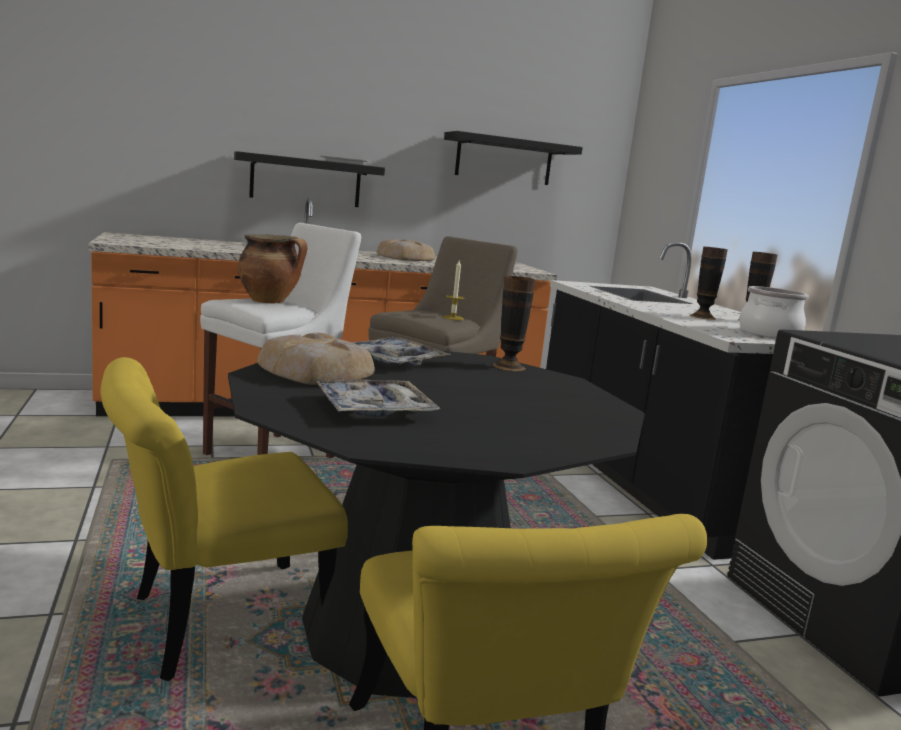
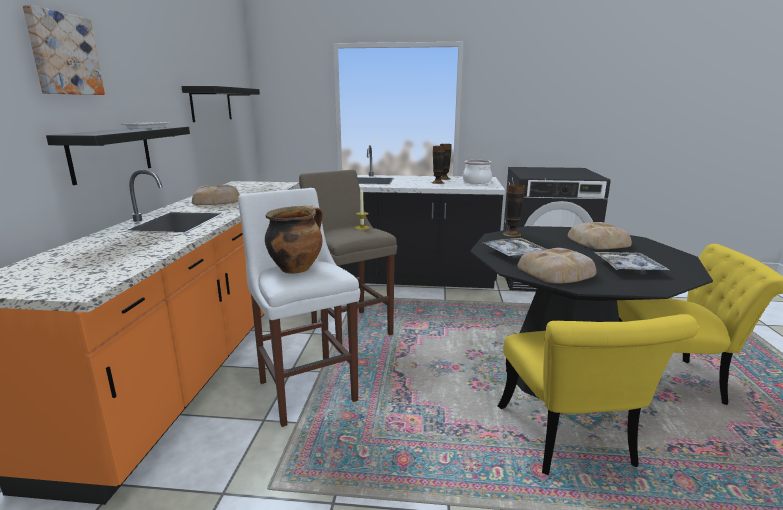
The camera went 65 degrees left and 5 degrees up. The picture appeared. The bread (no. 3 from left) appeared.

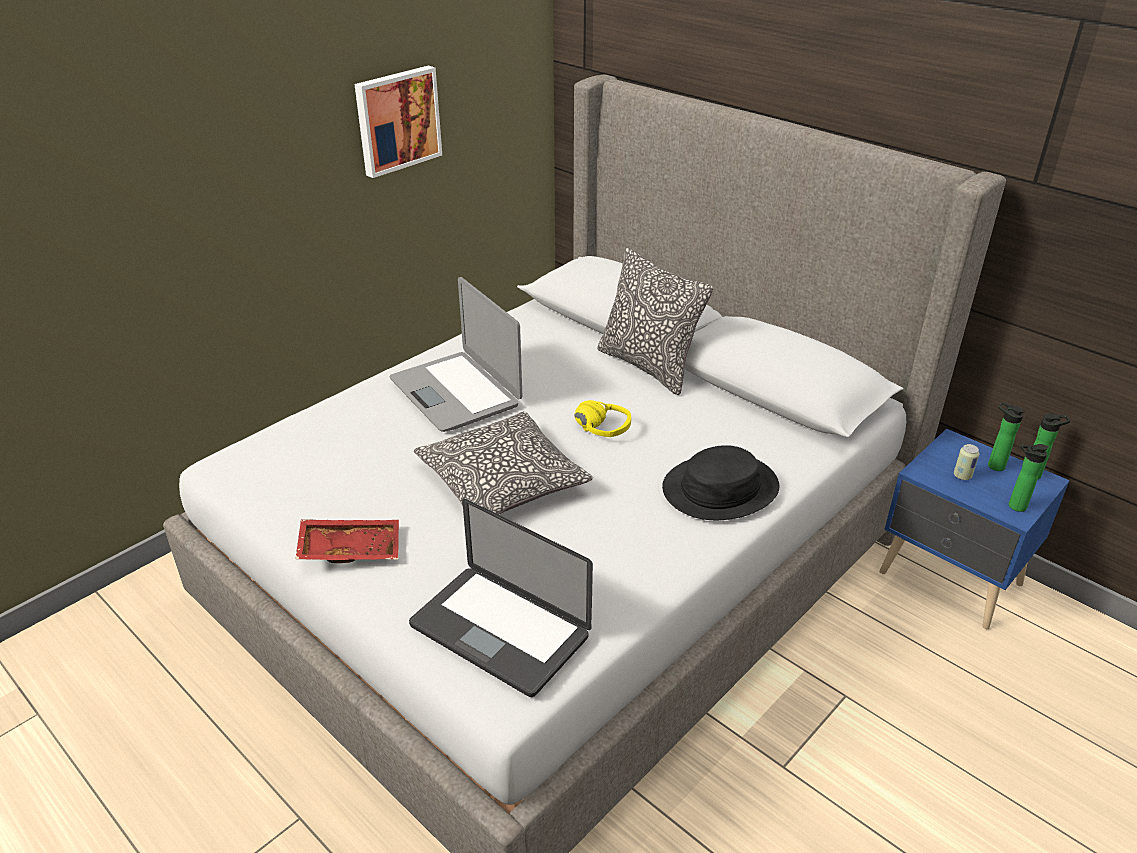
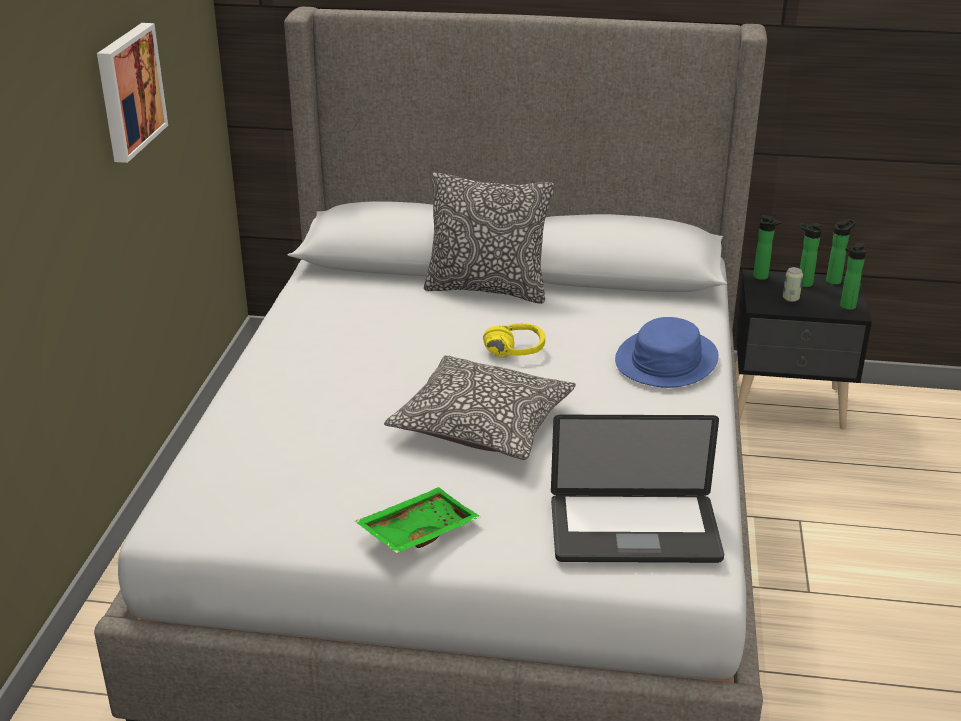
The camera went 35 degrees left and 5 degrees down. The tray/red became the tray/green. The hat/black became the hat/blue. The nightstand/blue became the nightstand/black. The bottle (no. 1 from left) appeared. The laptop (no. 1 from left) disappeared.

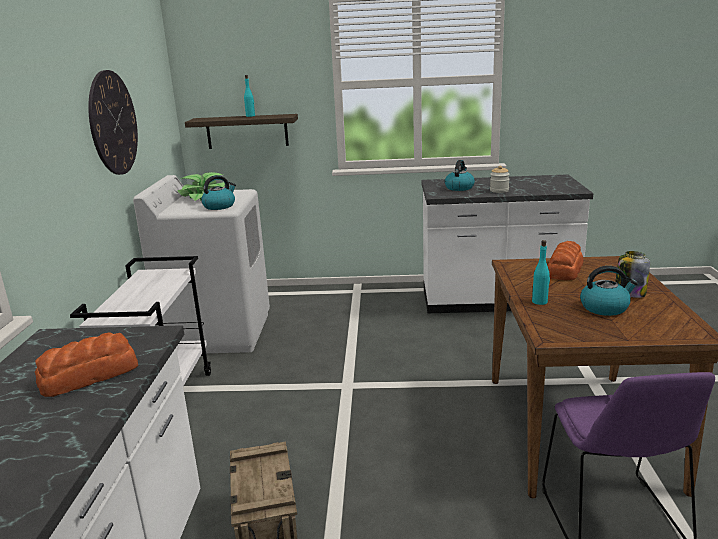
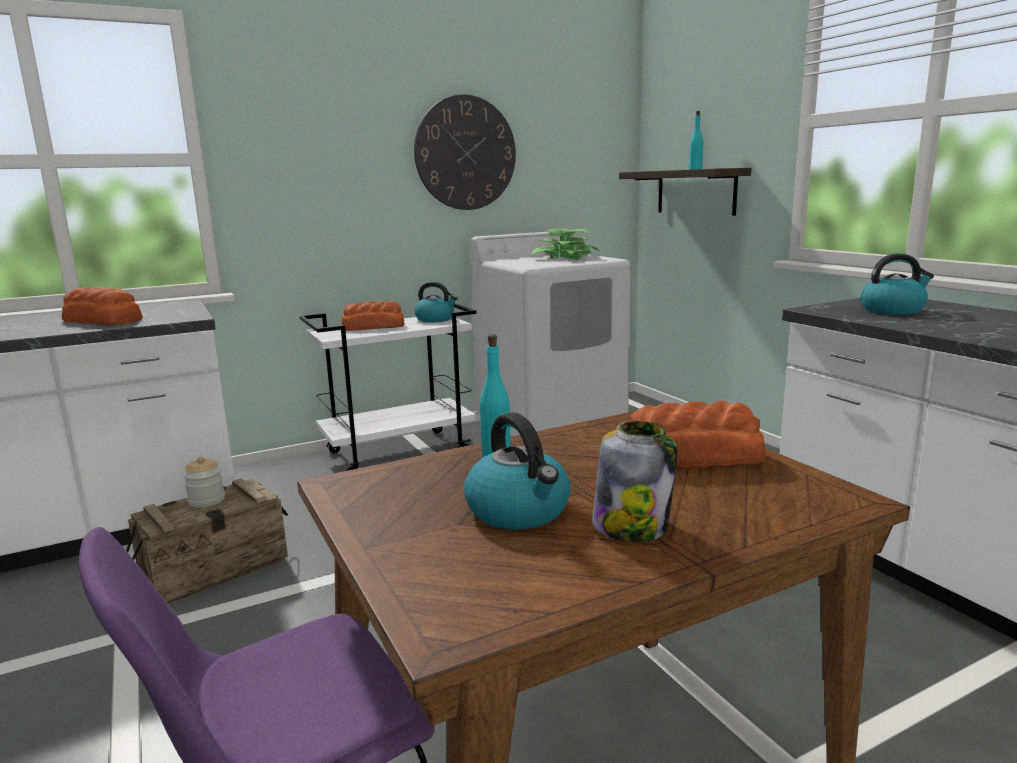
The camera went 60 degrees right and 5 degrees down. The jar (no. 1 from left) moved. The bread (no. 2 from left) appeared. The kettle (no. 1 from left) moved.

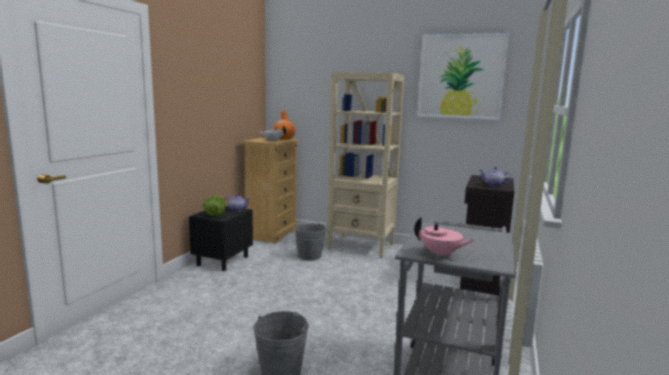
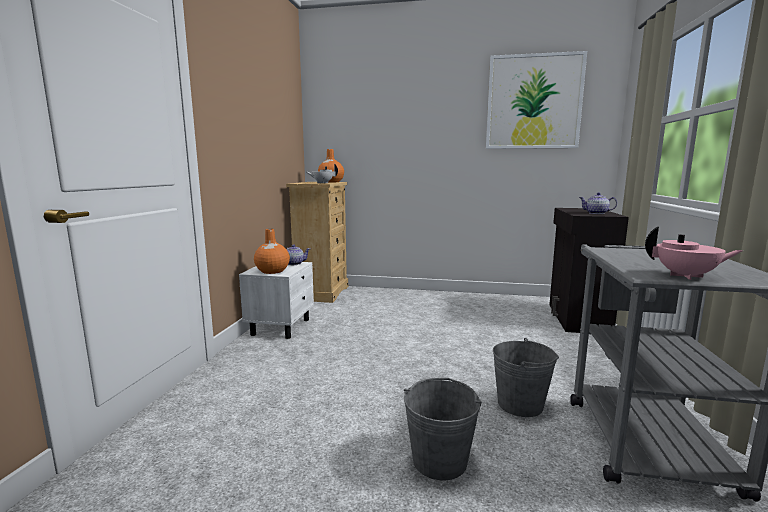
The camera went 10 degrees left and 0 degrees up. The nightstand/black became the nightstand/white. The lettuce was replaced by the vase/orange (no. 1 from left). The bucket/grey (no. 2 from left) moved. The bookcase/beige disappeared.

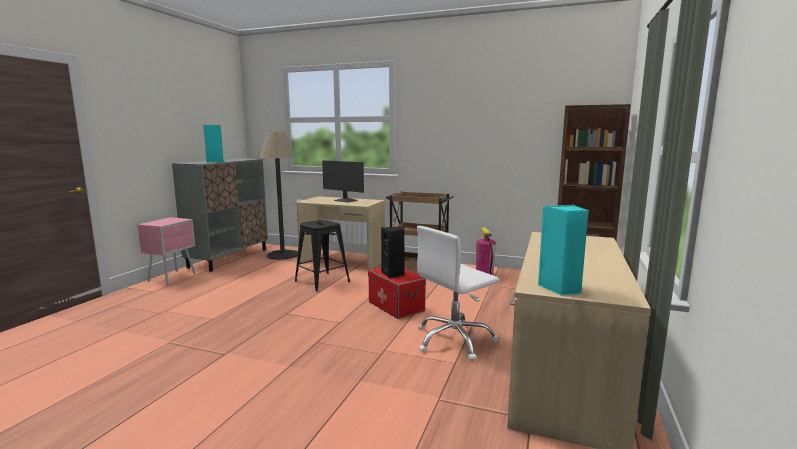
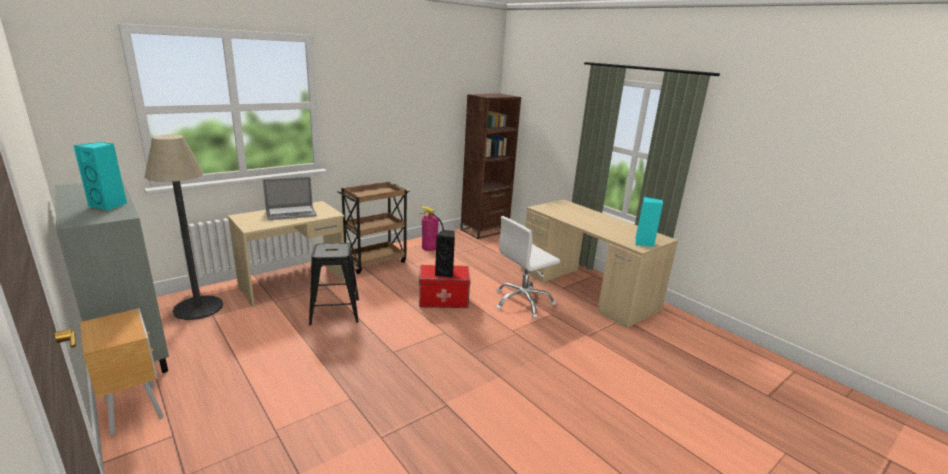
The camera went 60 degrees left and 10 degrees up. The nightstand/pink became the nightstand/brown. The monitor was replaced by the laptop. The office chair/white turned 60 degrees clockwise.

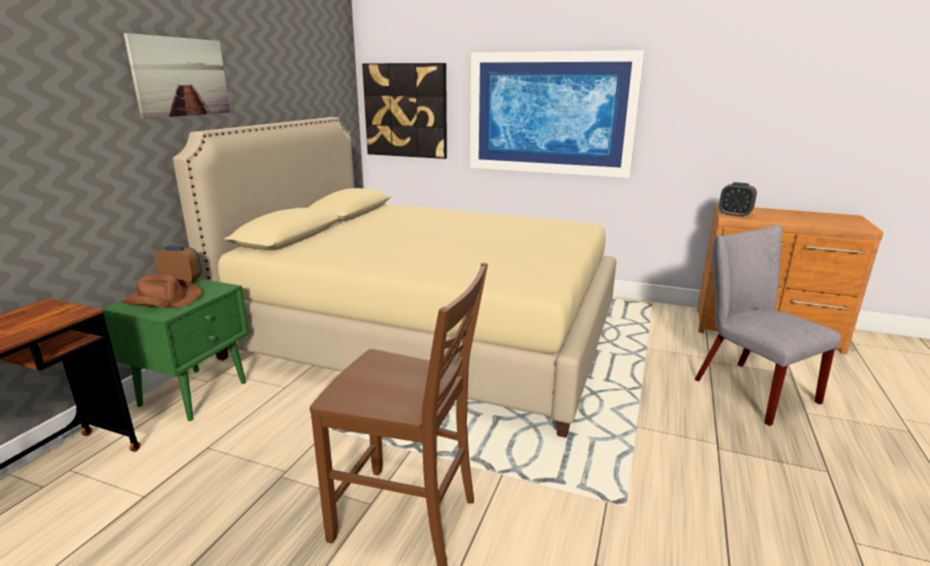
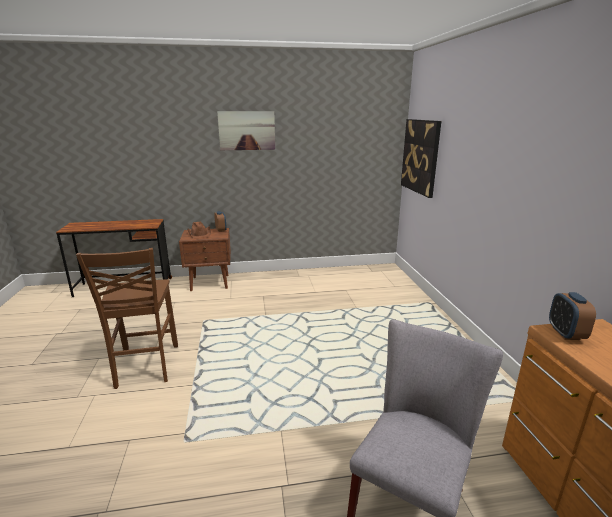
The camera went 60 degrees right and 0 degrees up. The nightstand/green became the nightstand/brown. The bed/beige disappeared. The picture (no. 3 from left) disappeared.

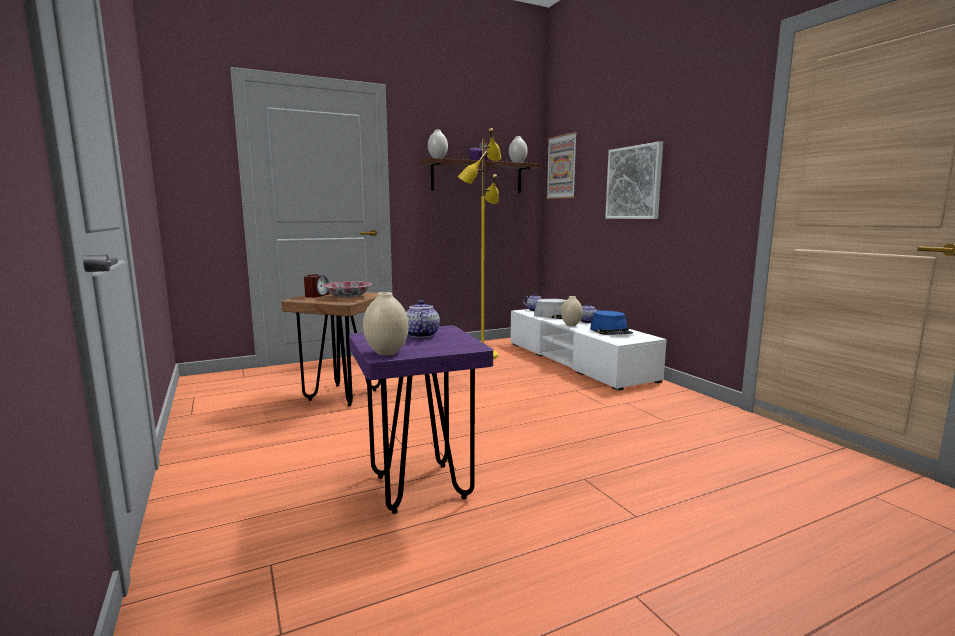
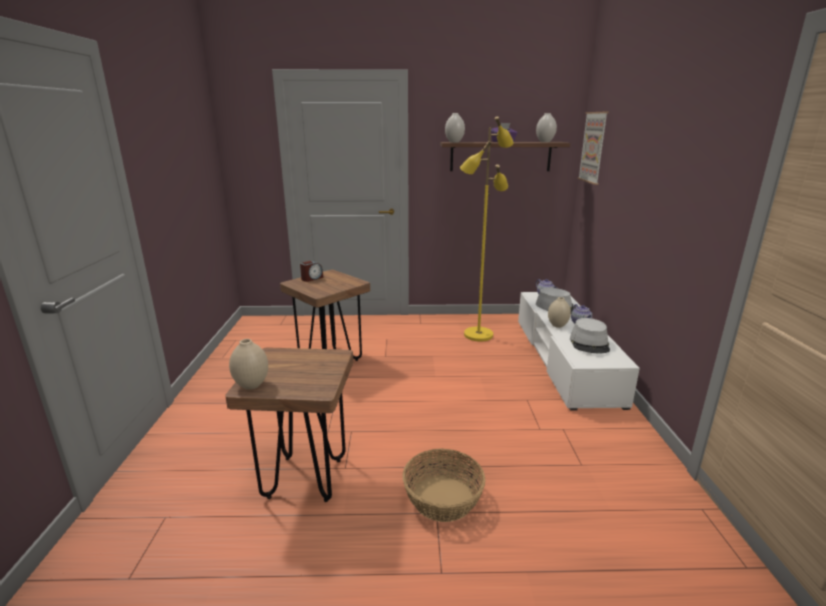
The camera went 25 degrees right and 10 degrees up. The stool/purple became the stool/brown (no. 1 from left). The basket appeared. The hat/blue became the hat/grey (no. 2 from left). The bowl disappeared. The teapot (no. 1 from left) disappeared. The picture (no. 2 from left) disappeared.

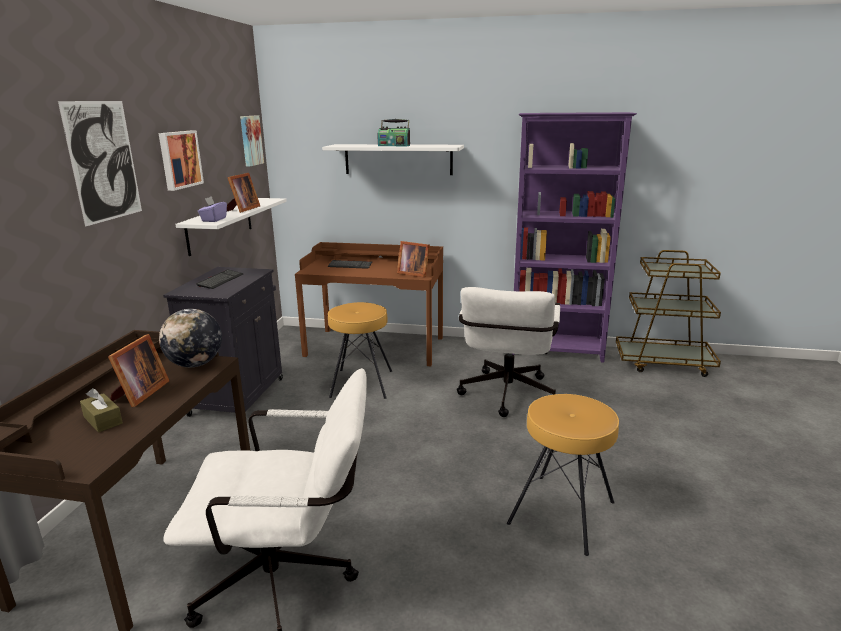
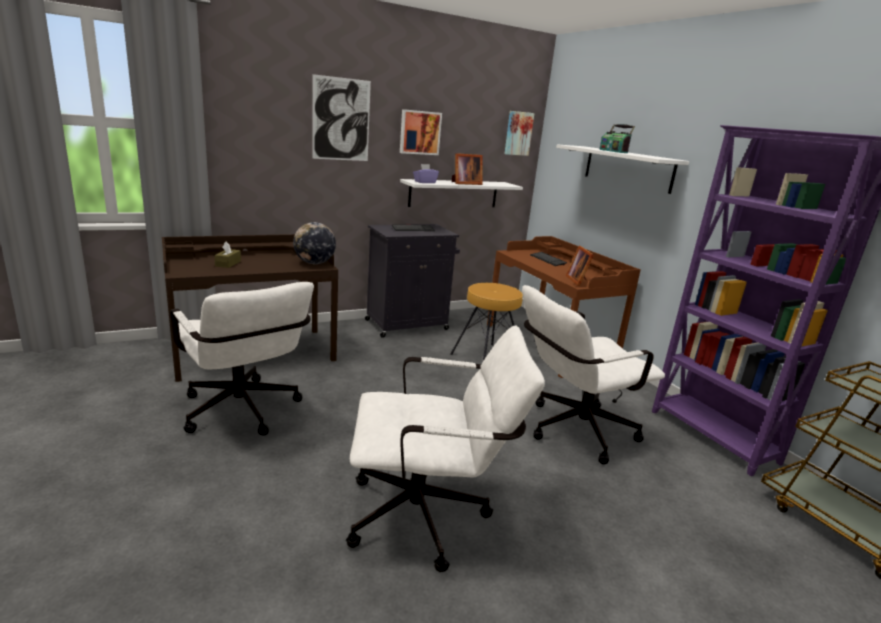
The camera went 50 degrees right and 0 degrees up. The stool/brown (no. 2 from left) was replaced by the office chair/white (no. 2 from left). The picture frame (no. 1 from left) disappeared.

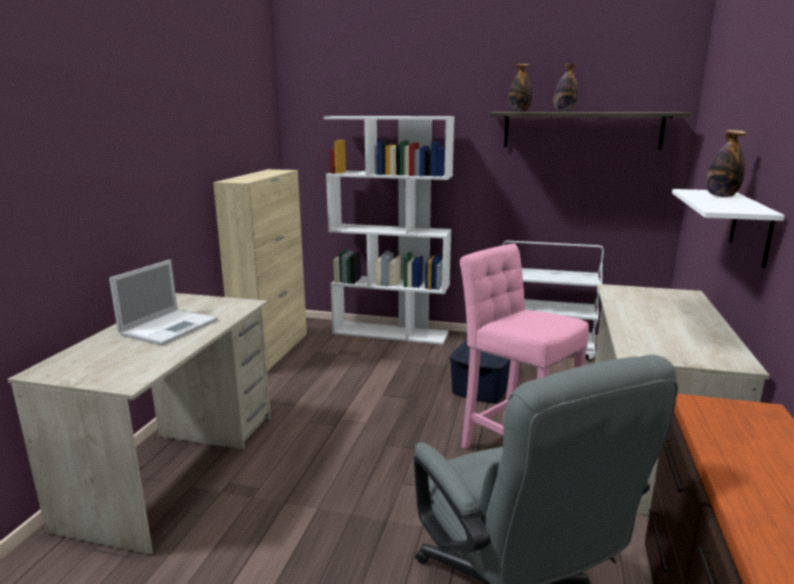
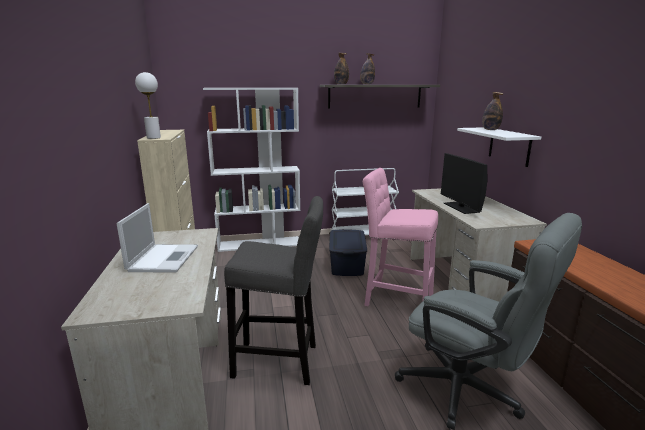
The camera went 25 degrees left and 0 degrees up. The table lamp/white appeared. The stool/grey appeared. The monitor appeared.

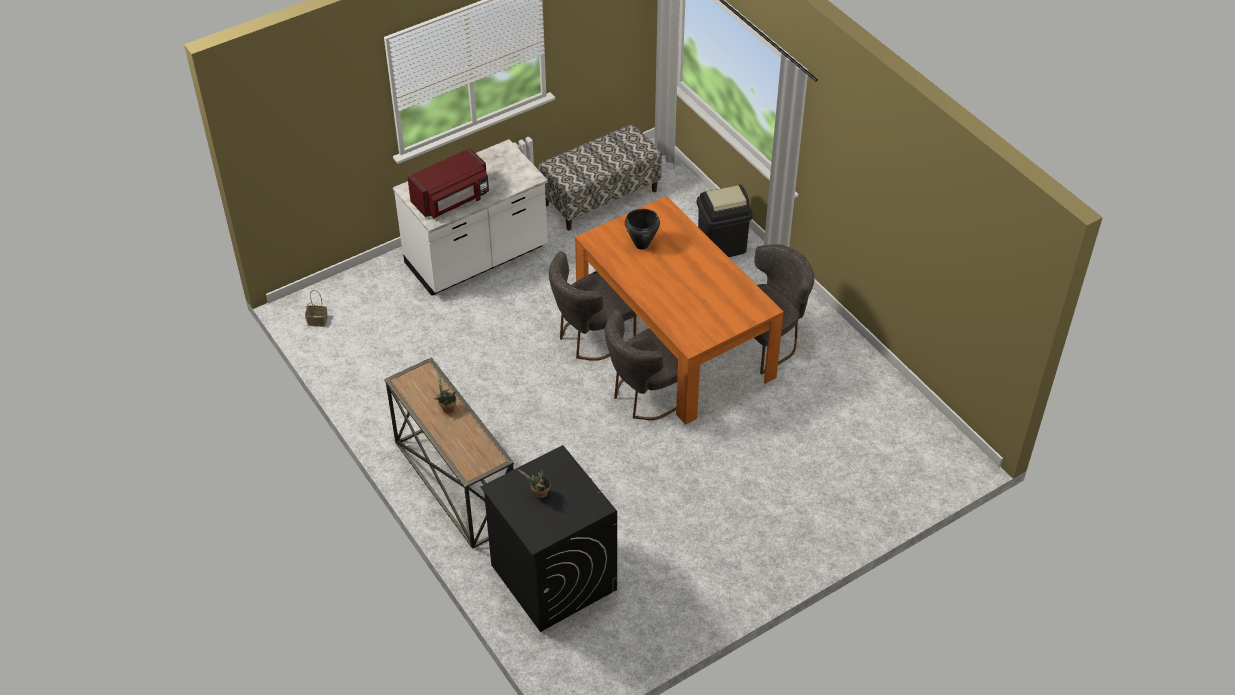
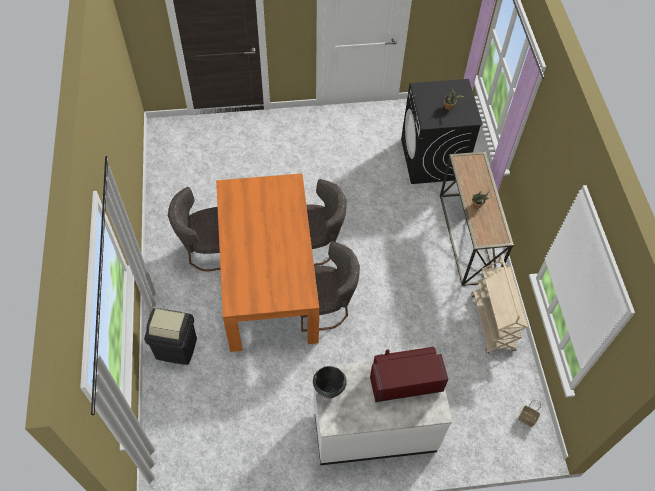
The camera went 155 degrees left and 10 degrees up. The cooking pot/black moved. The cart/beige appeared. The bench disappeared.

